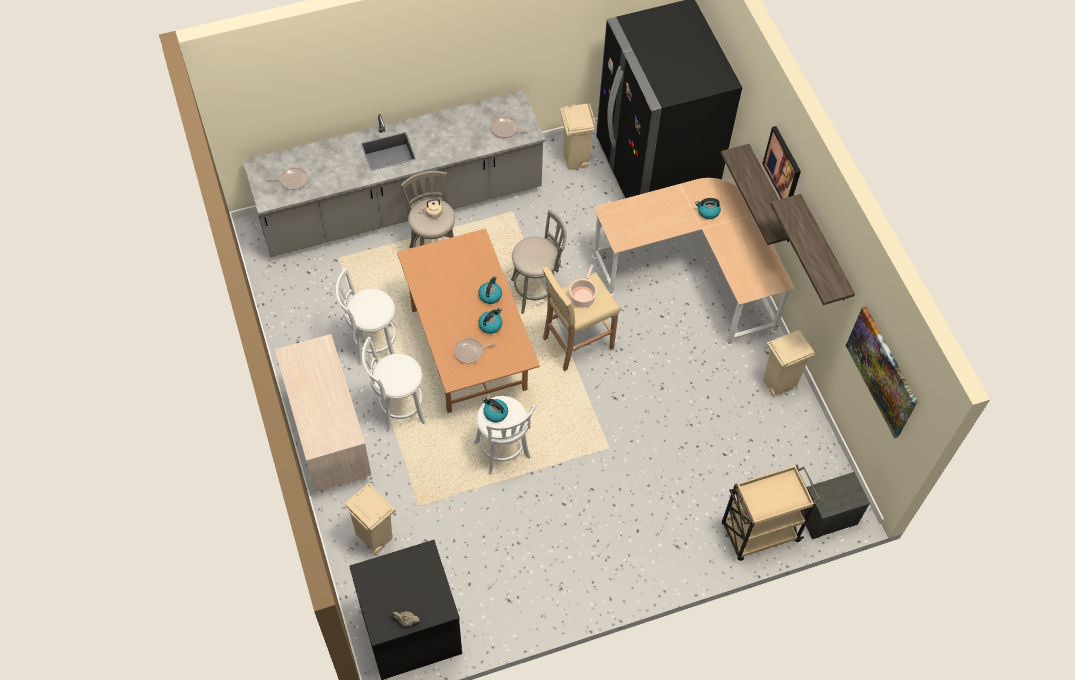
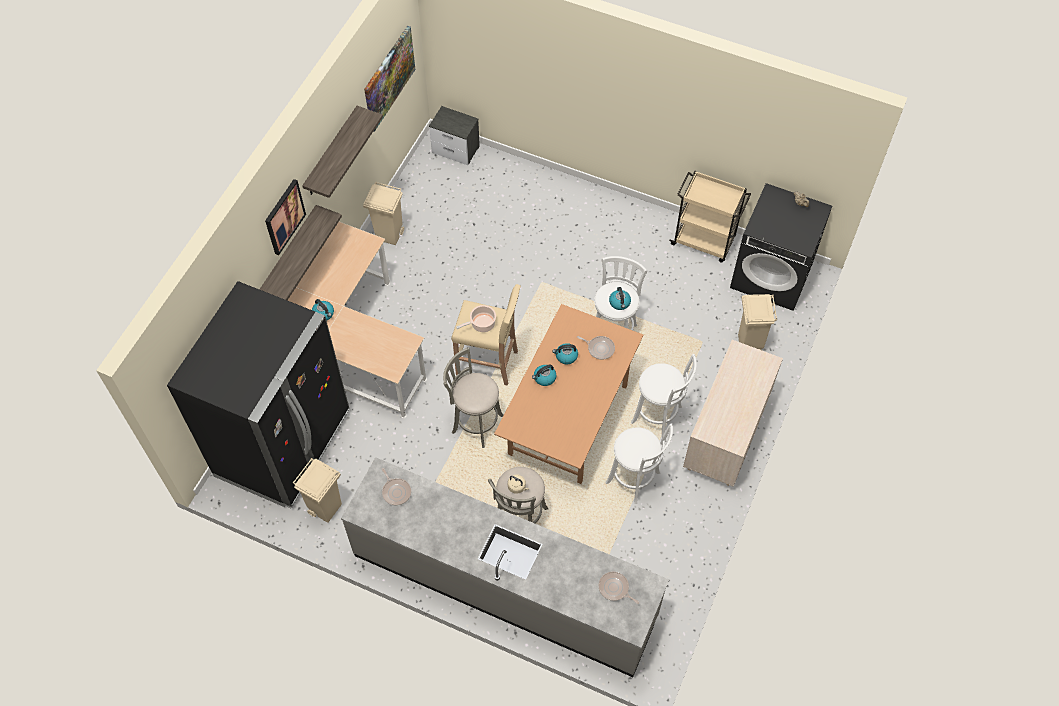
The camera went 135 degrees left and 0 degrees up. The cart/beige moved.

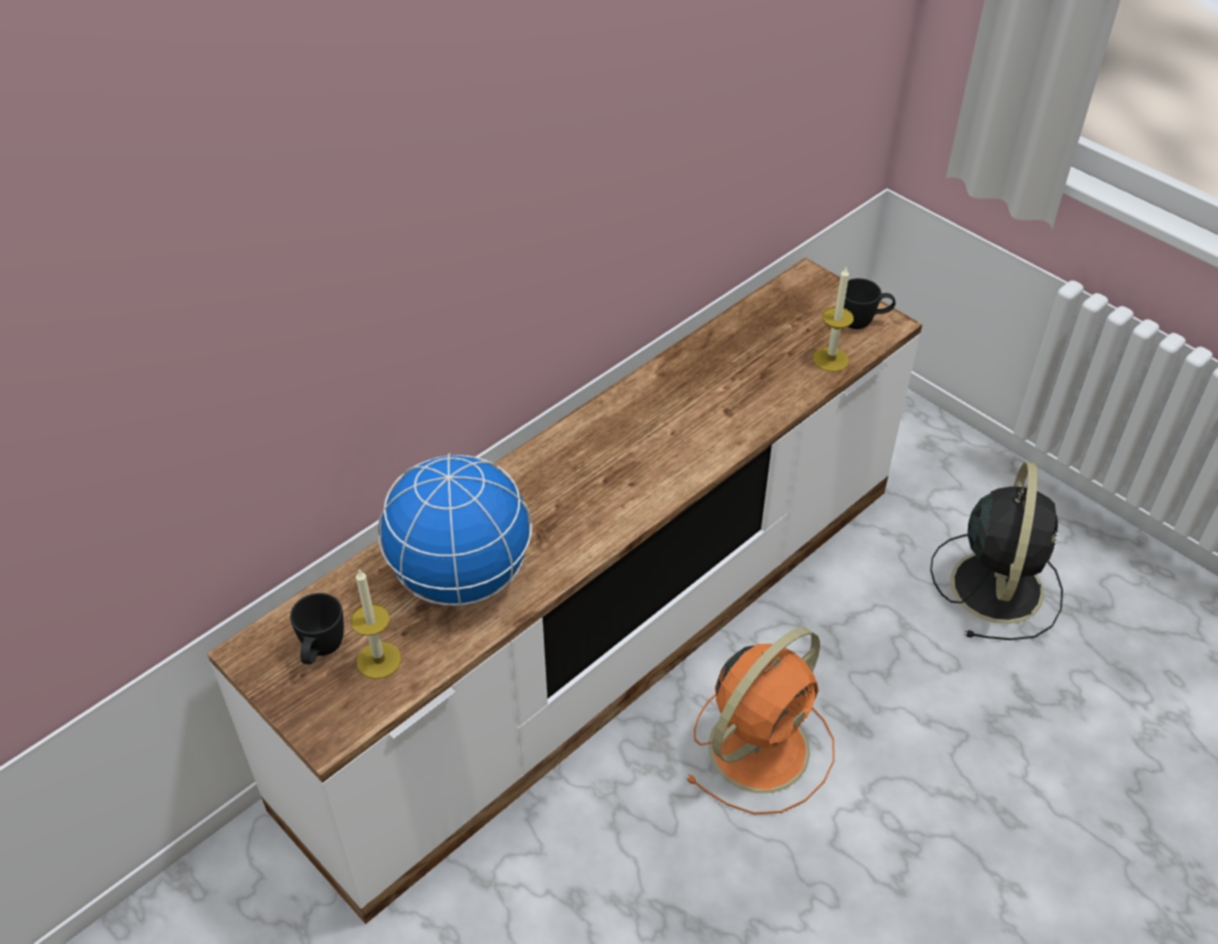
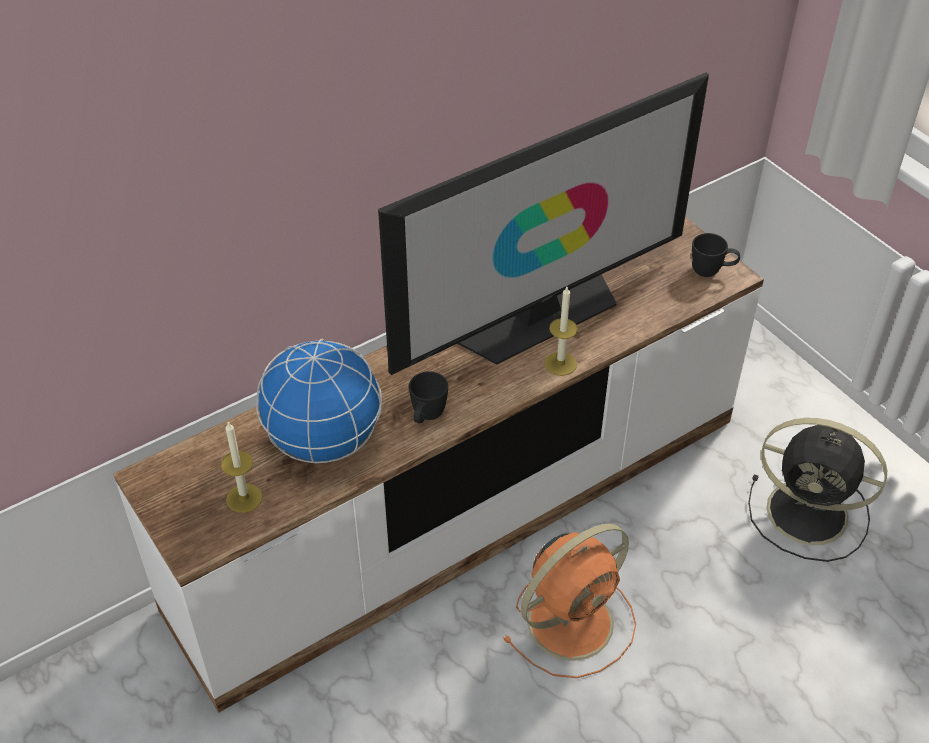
The camera went 10 degrees right and 0 degrees up. The television appeared. The mug/black (no. 1 from left) moved. The candle (no. 2 from left) moved. The fan/black turned 90 degrees clockwise.

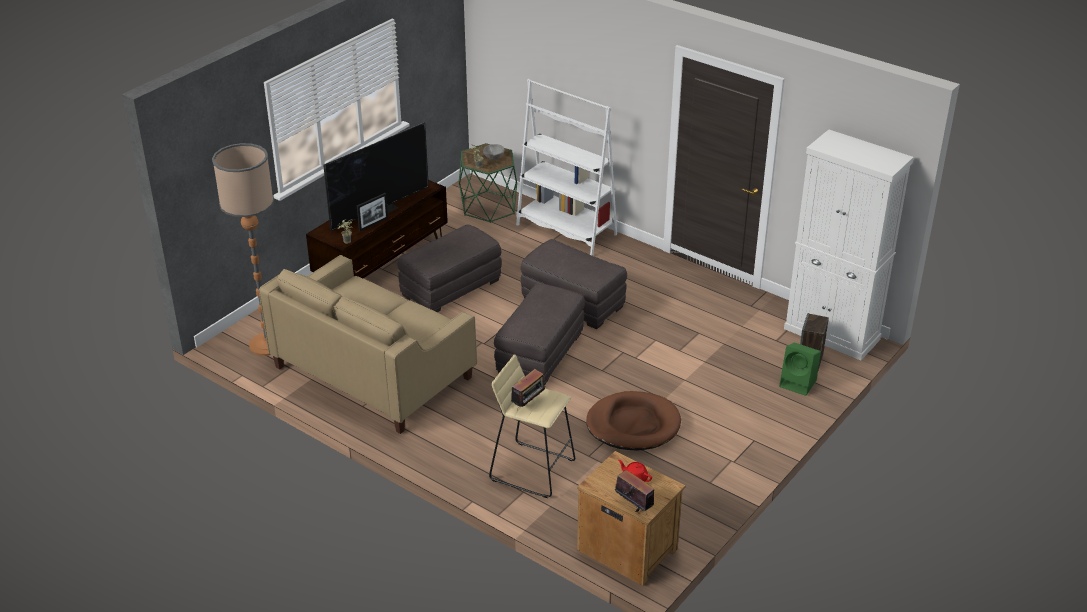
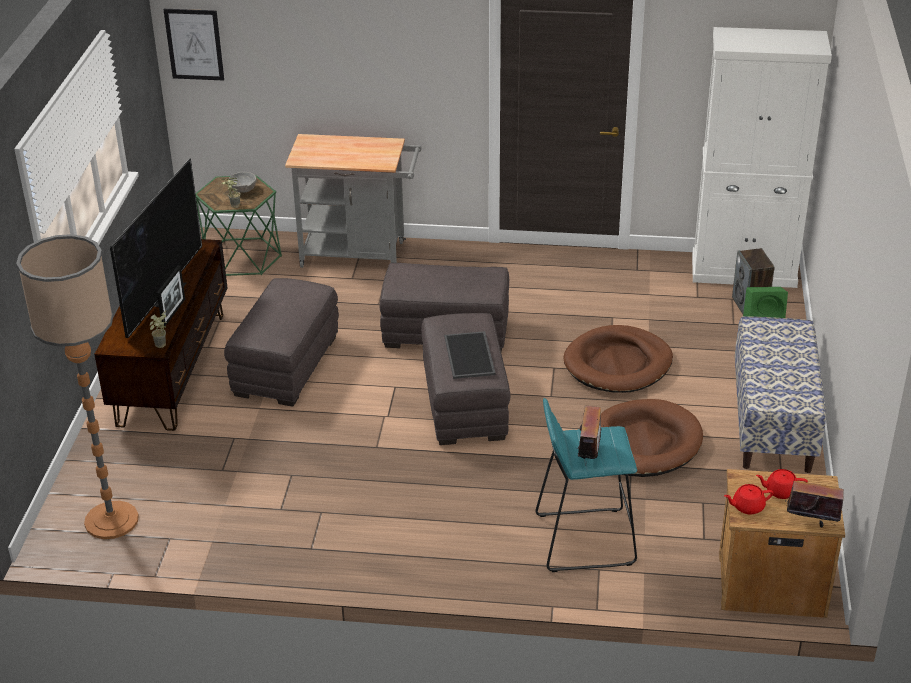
The camera went 30 degrees left and 0 degrees up. The picture appeared. The bookcase/white was replaced by the cart/grey. The tray appeared. The stool/beige became the stool/turquoise. The dog bed/brown (no. 1 from left) appeared. The teapot/red (no. 1 from left) appeared. The bench appeared. The sofa/beige disappeared.

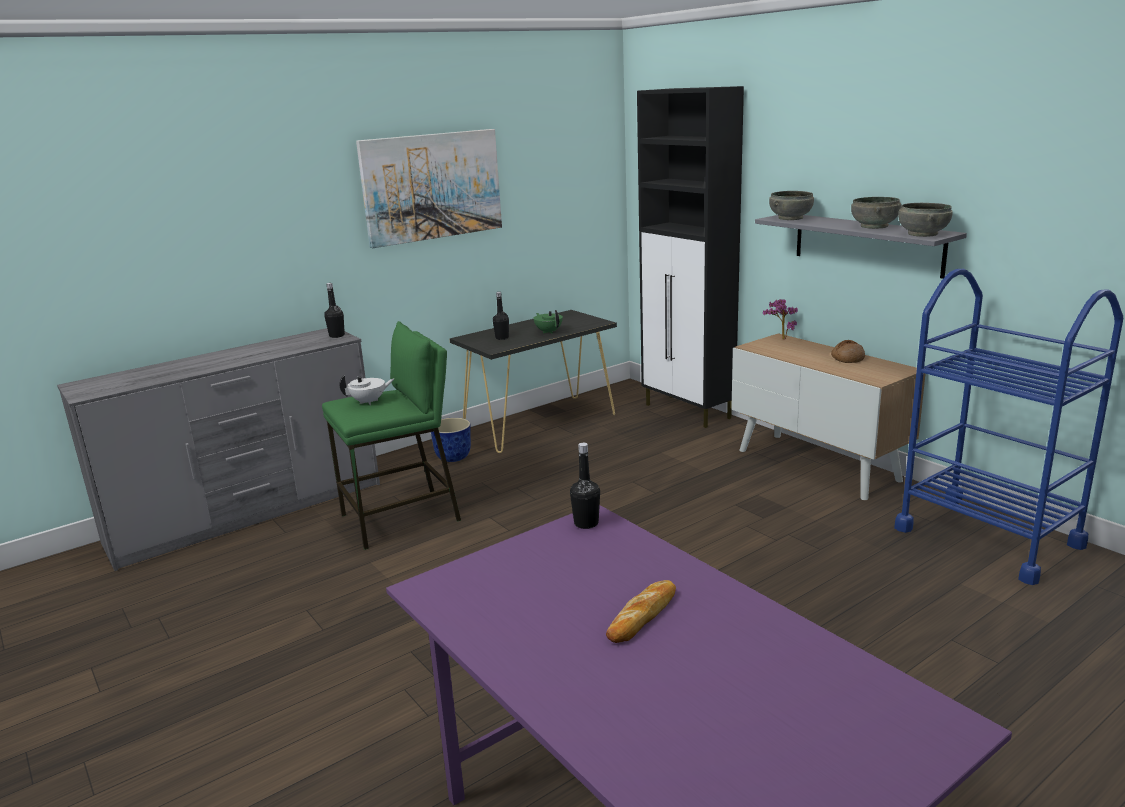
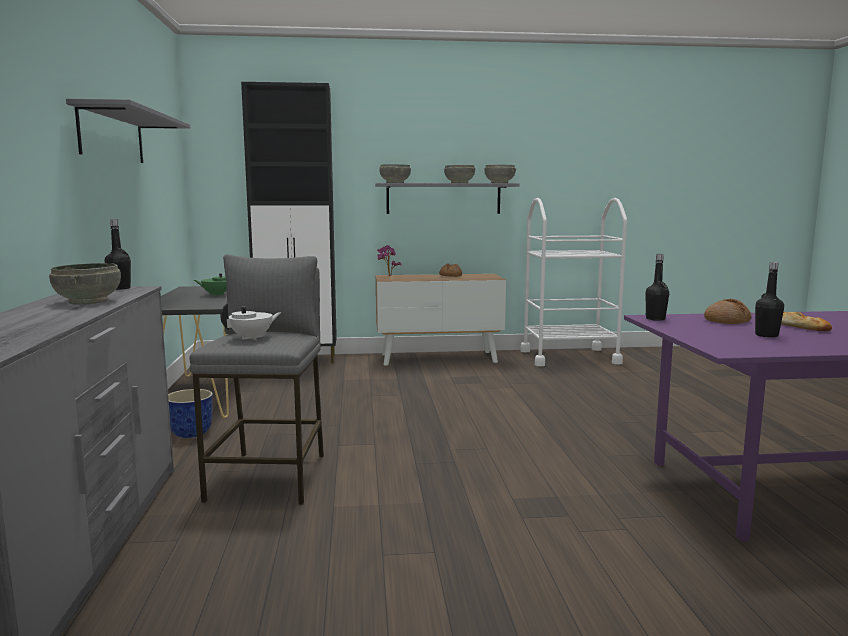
The camera went 60 degrees left and 10 degrees down. The bowl/grey (no. 1 from left) appeared. The picture was replaced by the shelf/grey (no. 1 from left). The stool/green became the stool/grey. The teapot/white turned 45 degrees clockwise. The cart/blue became the cart/white. The bread (no. 2 from left) appeared. The bottle/black (no. 2 from left in the first image) moved.

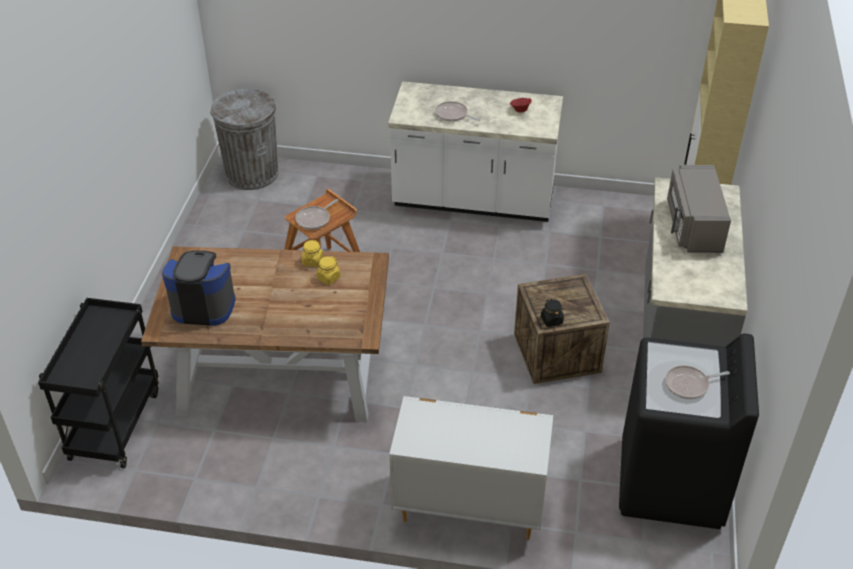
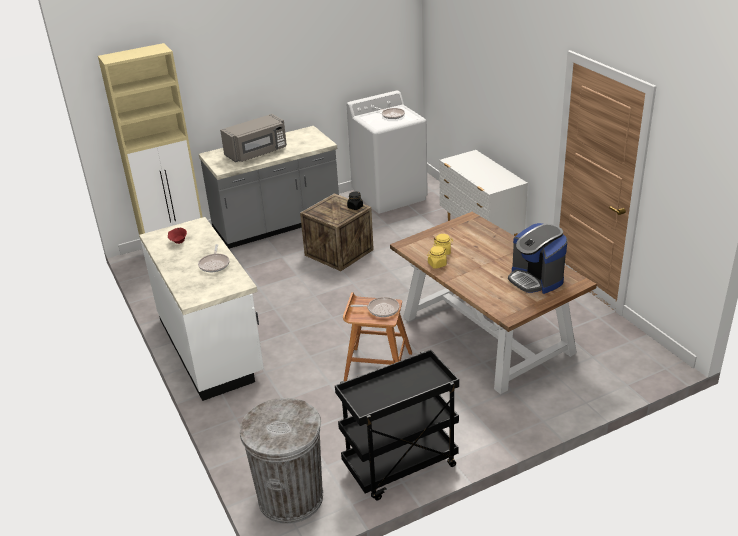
The camera went 125 degrees left and 10 degrees down. The cart/black moved. The washing machine/black became the washing machine/white.

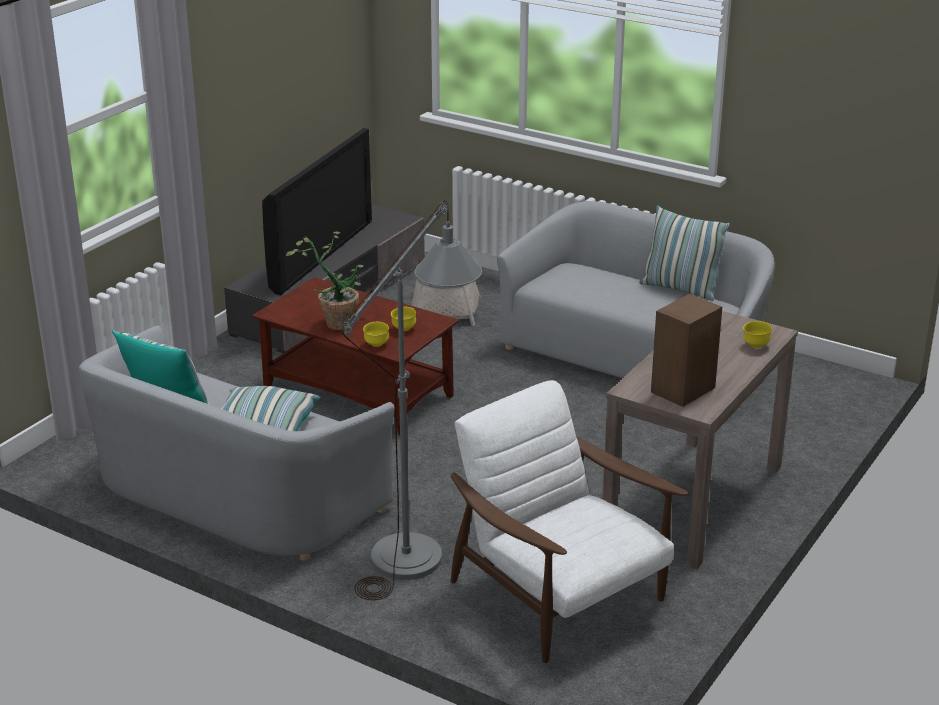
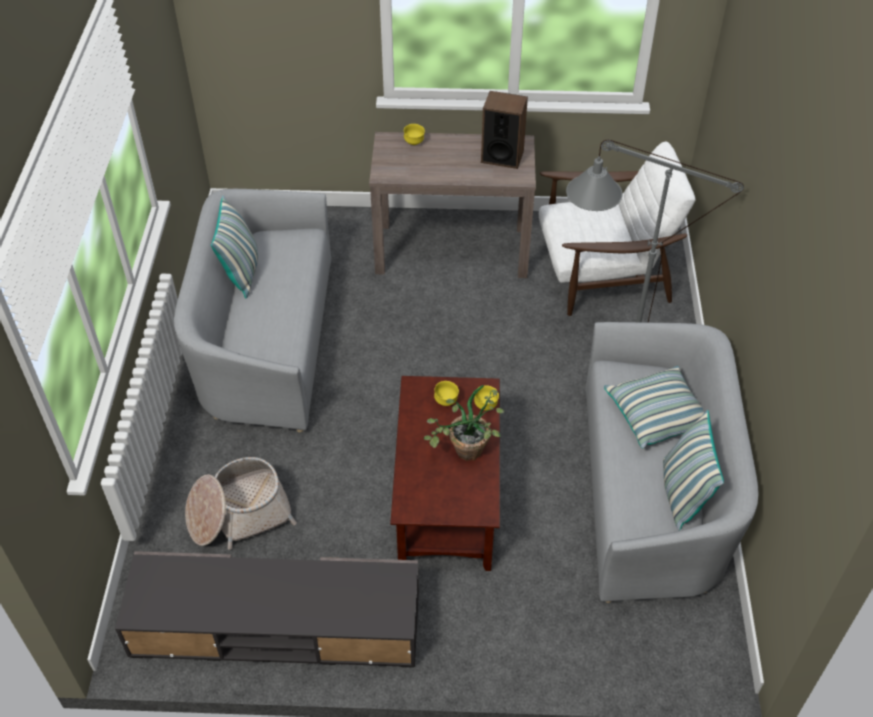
The camera went 120 degrees left and 20 degrees up. The armchair/white turned 120 degrees counterclockwise. The television disappeared.

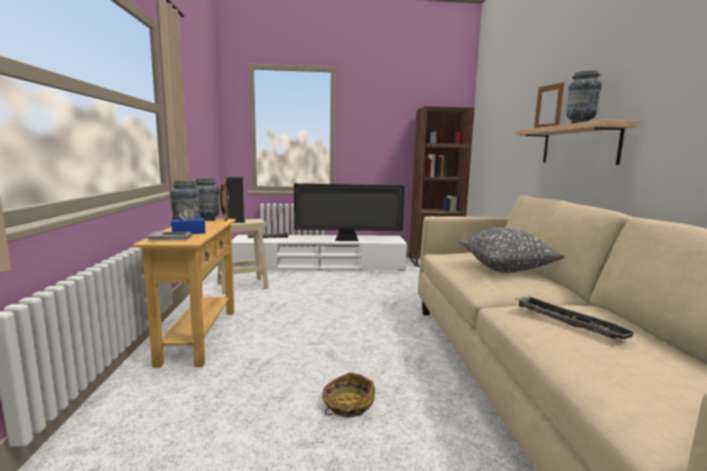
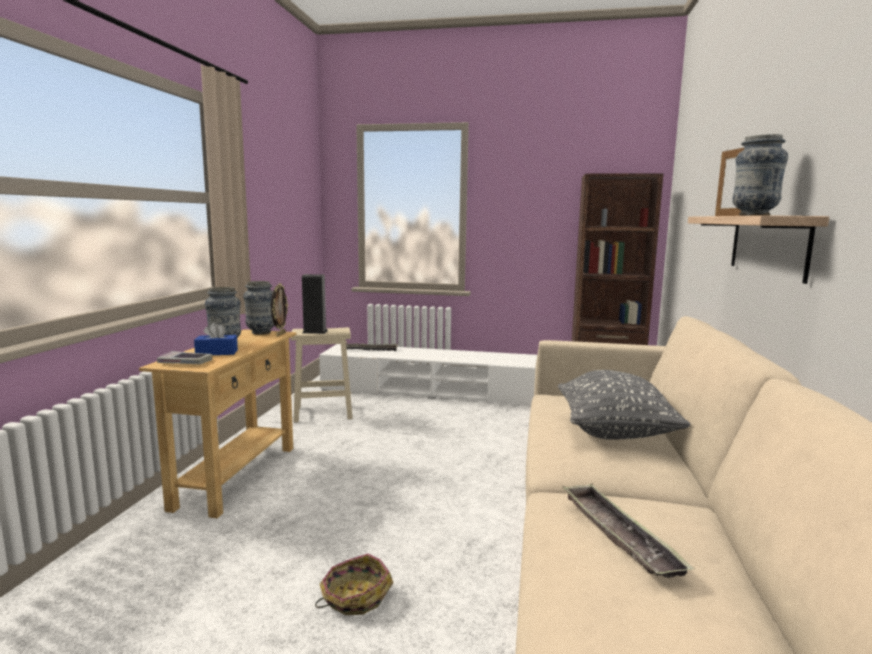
The camera went 15 degrees right and 0 degrees up. The television disappeared.

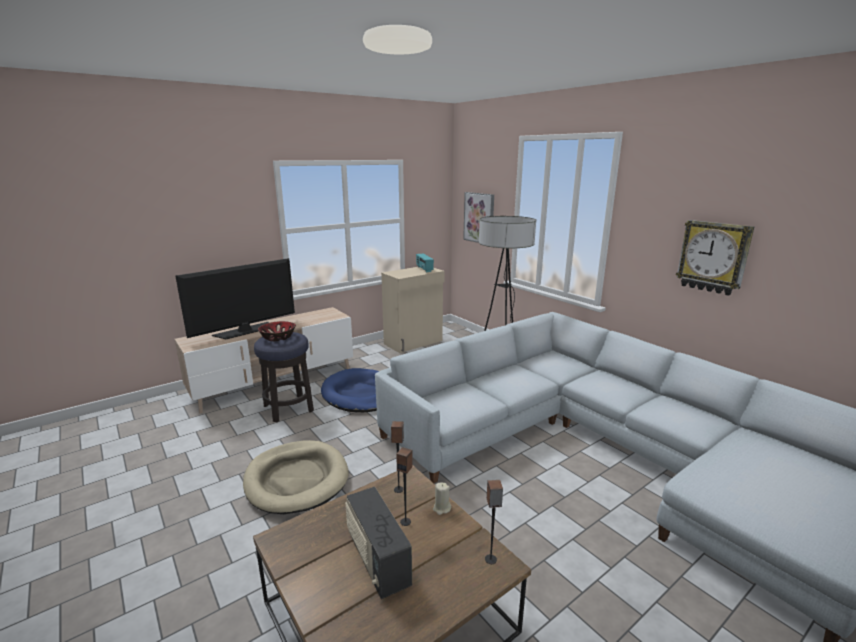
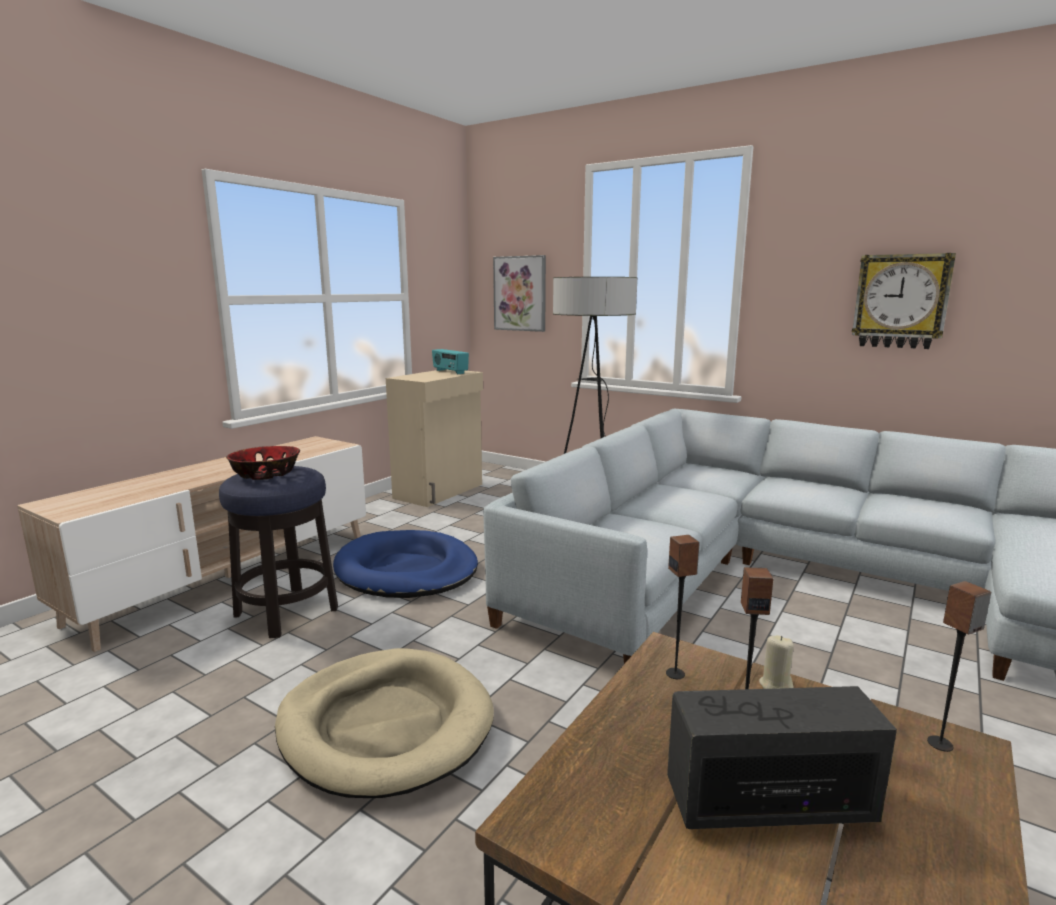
The camera went 20 degrees left and 5 degrees down. The radio (no. 1 from left in the first image) turned 135 degrees clockwise. The television disappeared.

